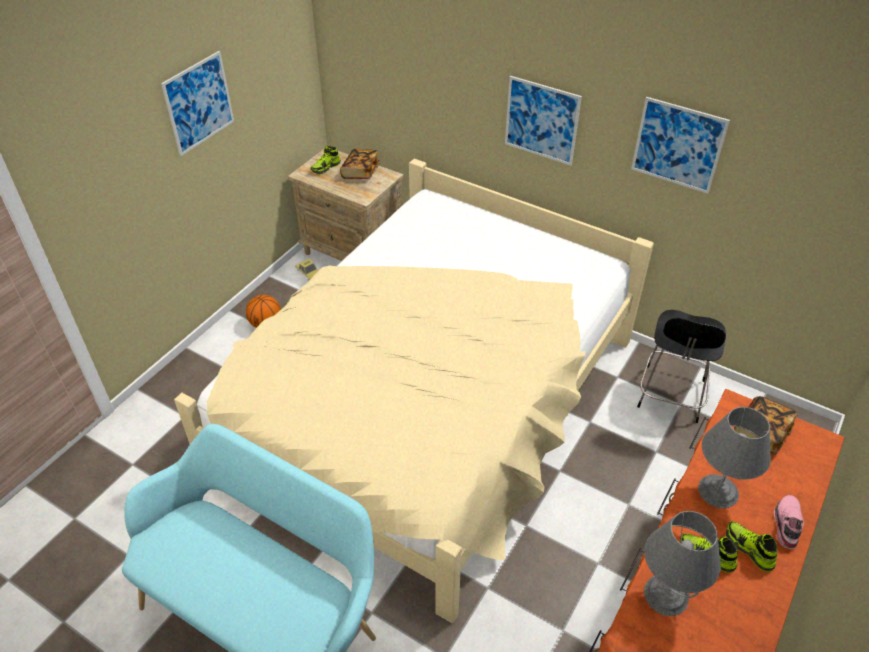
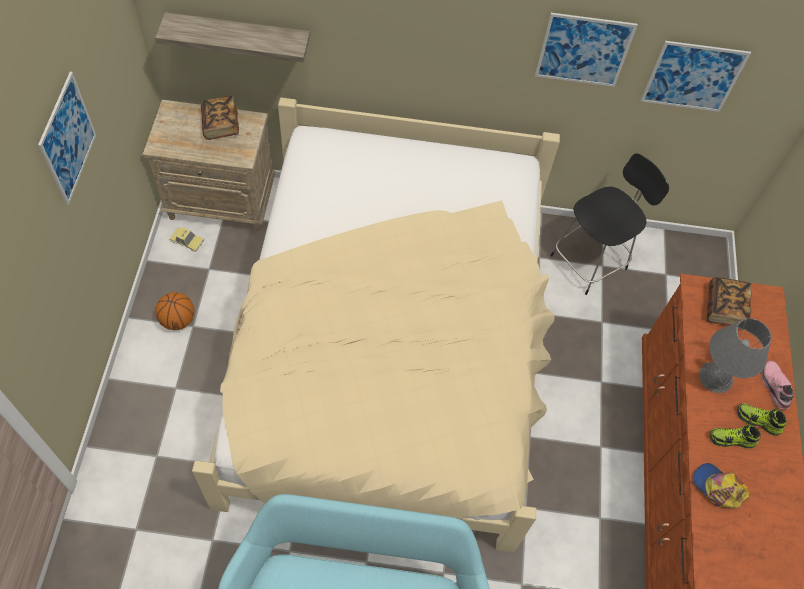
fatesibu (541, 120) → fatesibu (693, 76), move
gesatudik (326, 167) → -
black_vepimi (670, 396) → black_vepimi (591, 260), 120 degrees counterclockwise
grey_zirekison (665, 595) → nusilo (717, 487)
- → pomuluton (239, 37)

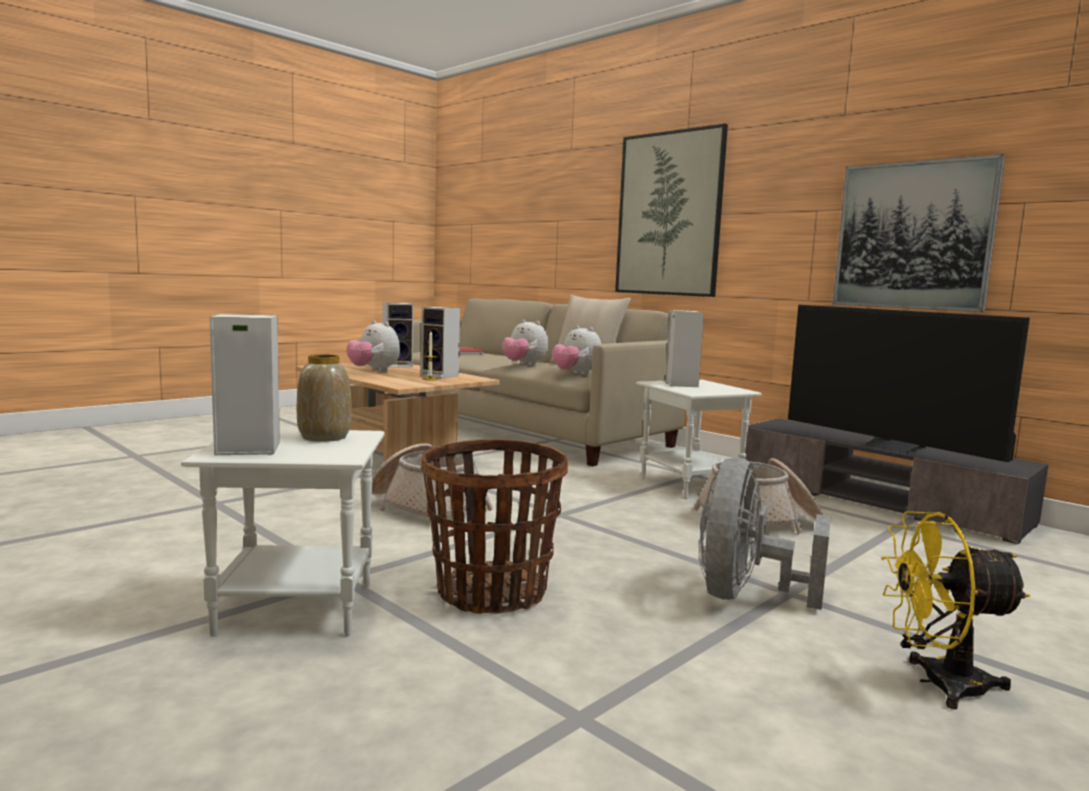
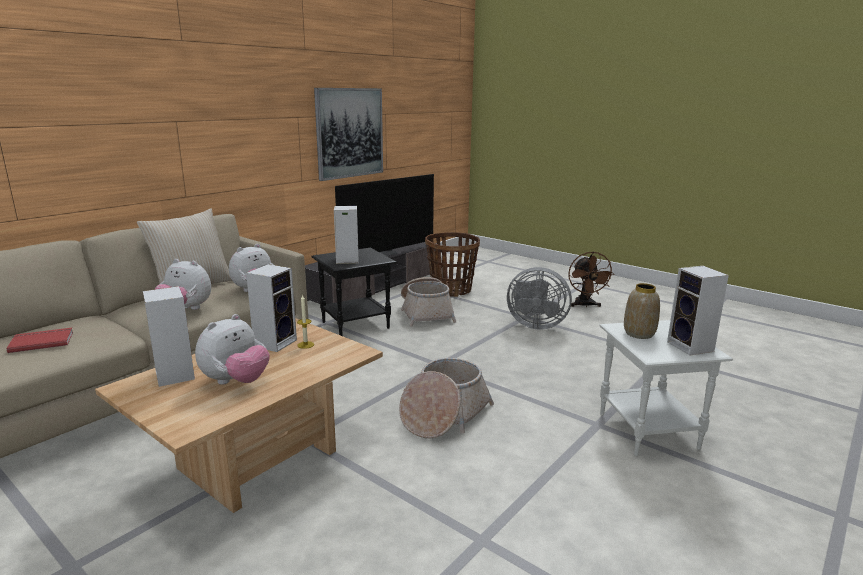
fatesibu (669, 214) → -
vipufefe (524, 365) → vipufefe (186, 310), 75 degrees clockwise
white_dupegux (690, 486) → black_dupegux (356, 325)
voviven (491, 593) → voviven (451, 290), move
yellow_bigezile (938, 683) → brown_bigezile (585, 305)

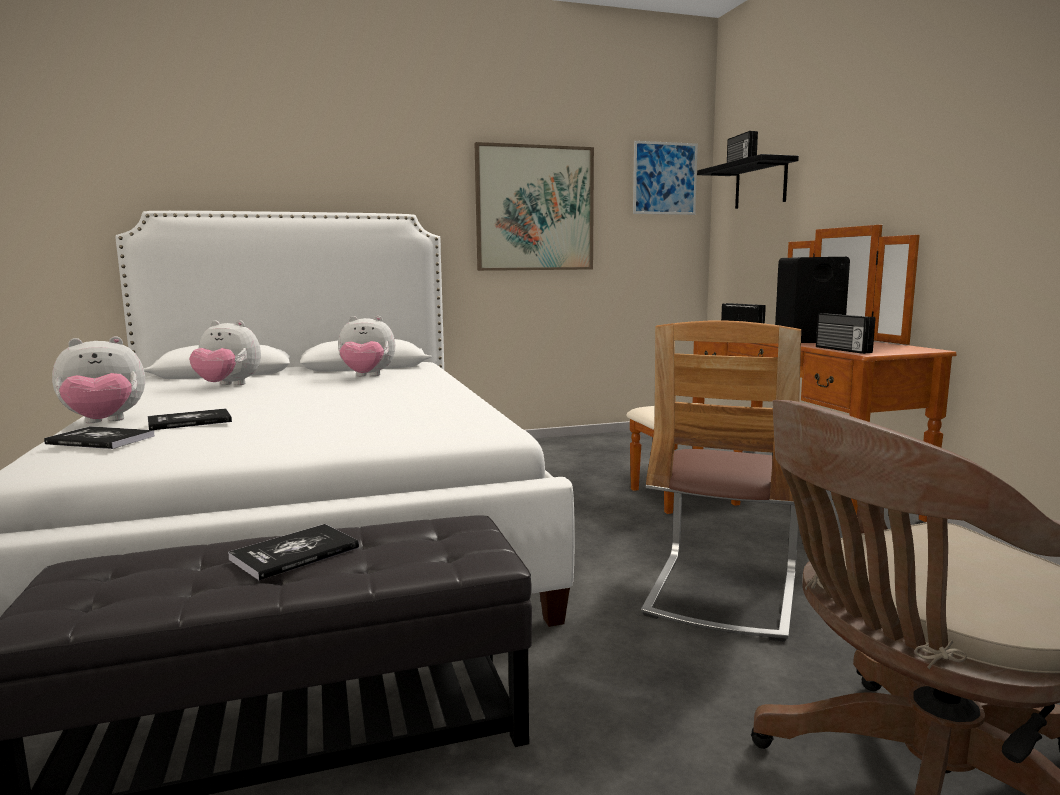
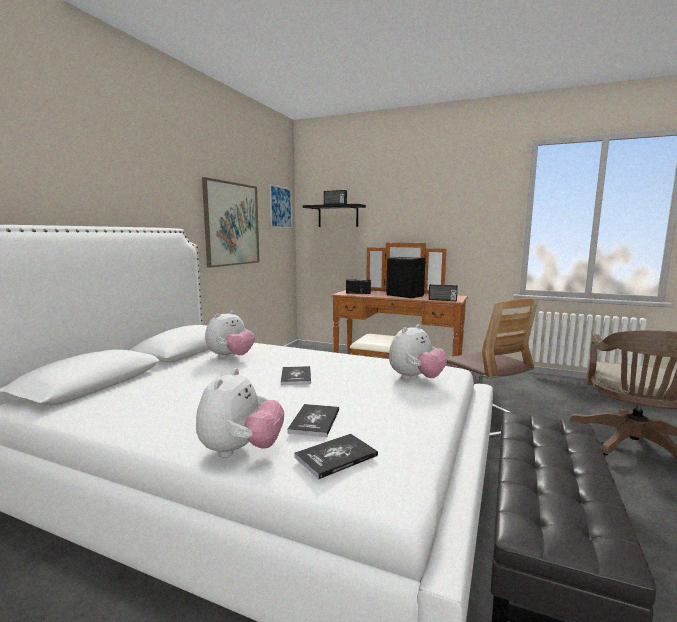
vipufefe (227, 386) → vipufefe (415, 379), move
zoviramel (295, 553) → zoviramel (296, 376), move

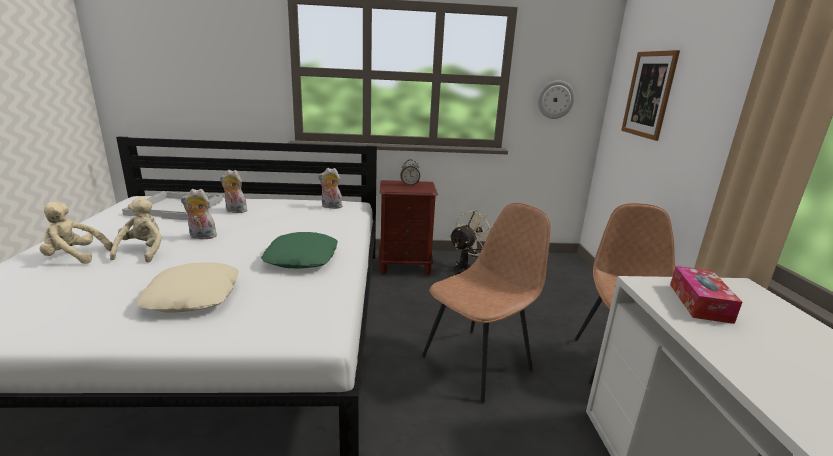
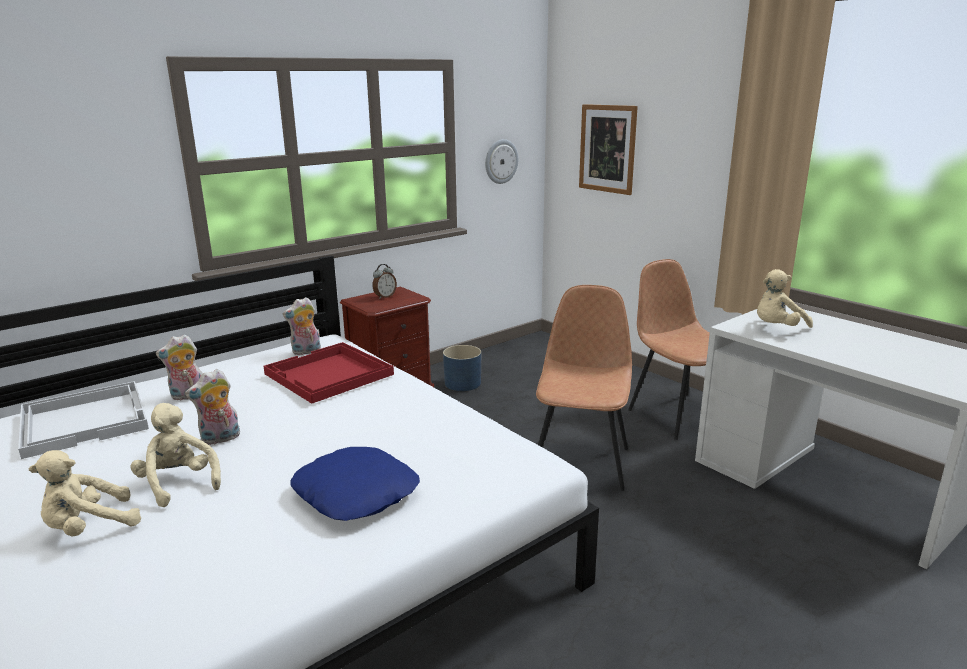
beige_bigezile (466, 269) → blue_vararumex (462, 383)
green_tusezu (302, 258) → -
beige_tusezu (194, 296) → blue_tusezu (356, 493)
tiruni (699, 302) → beige_vipufefe (777, 328)
- → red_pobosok (328, 375)

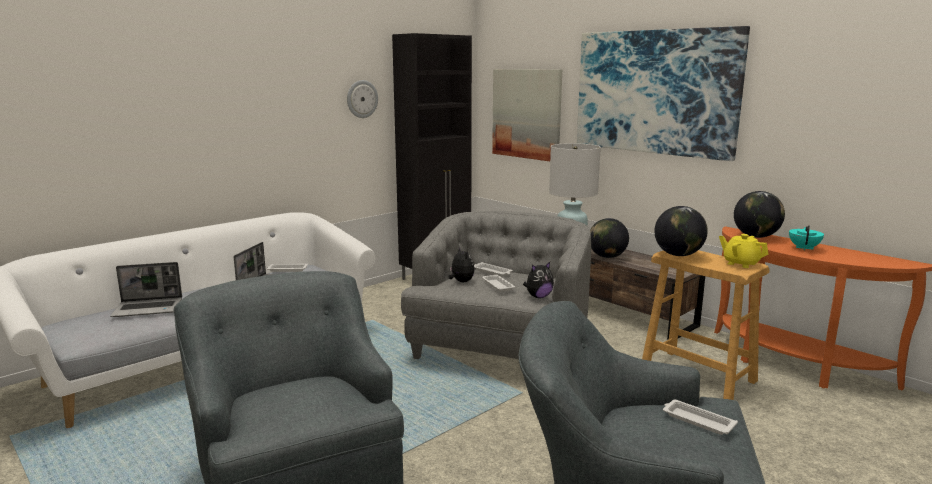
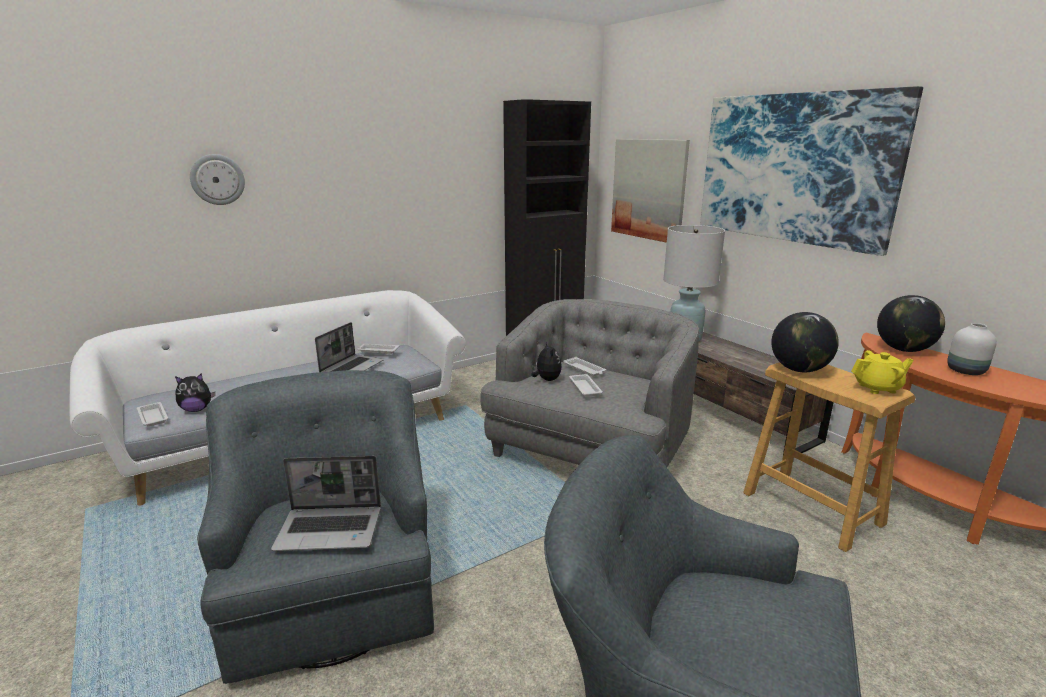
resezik (362, 99) → resezik (217, 179), move
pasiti (607, 257) → -
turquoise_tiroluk (804, 248) → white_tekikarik (966, 371)
yellow_tiroluk (741, 263) → yellow_tiroluk (877, 388), 120 degrees clockwise
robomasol (149, 308) → robomasol (331, 529), move
vipufefe (538, 296) → vipufefe (197, 409), move
white_pobosok (697, 420) → white_pobosok (153, 417), move

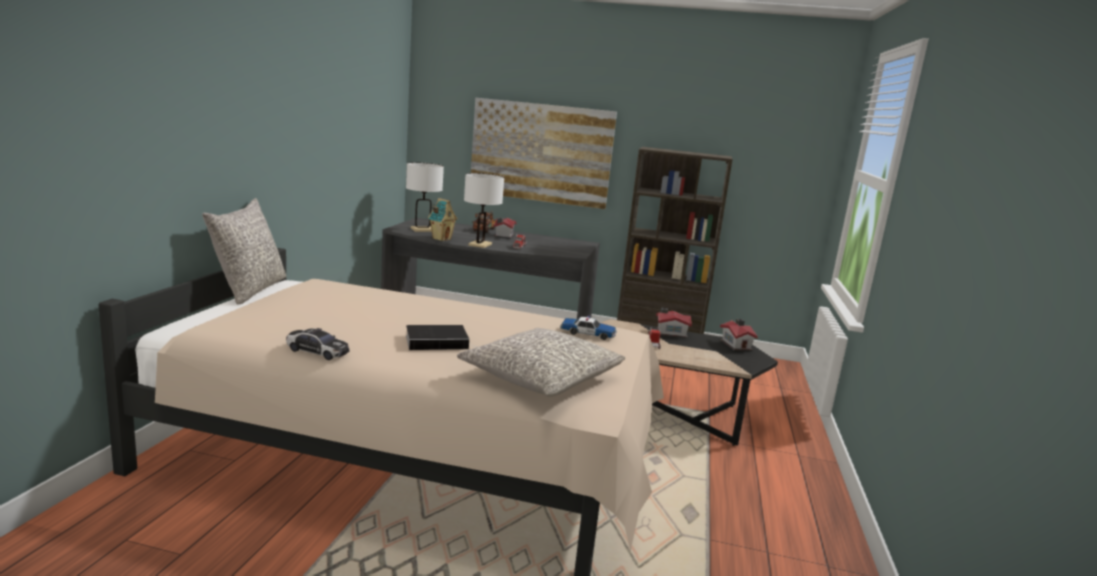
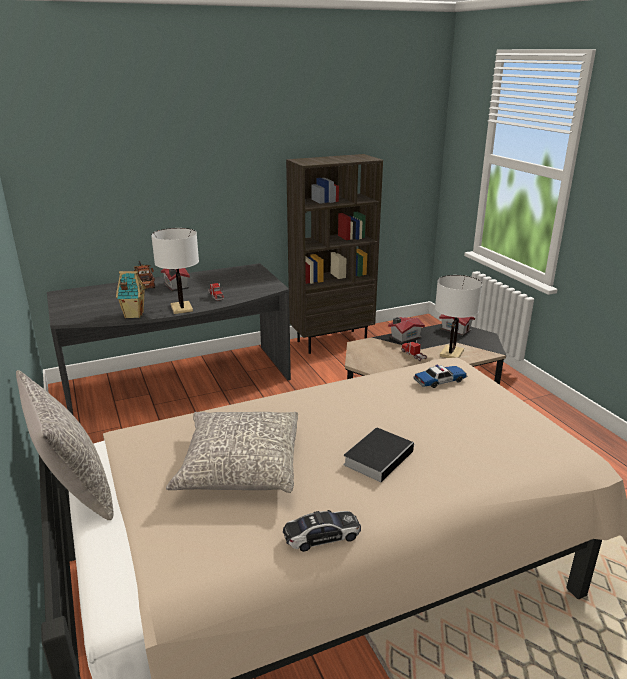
fatesibu (541, 153) → -
white_zirekison (422, 230) → white_zirekison (451, 353), move
grey_tusezu (541, 377) → grey_tusezu (240, 465), move

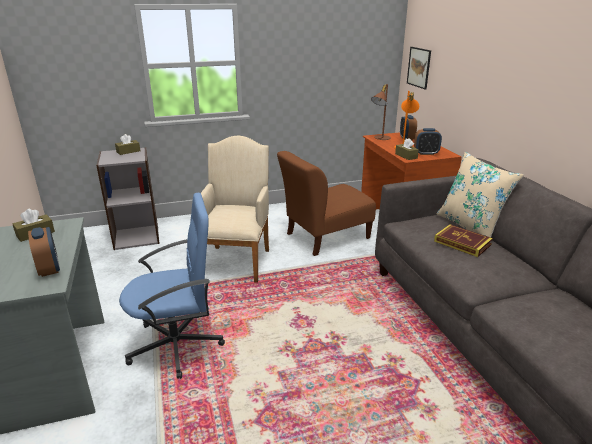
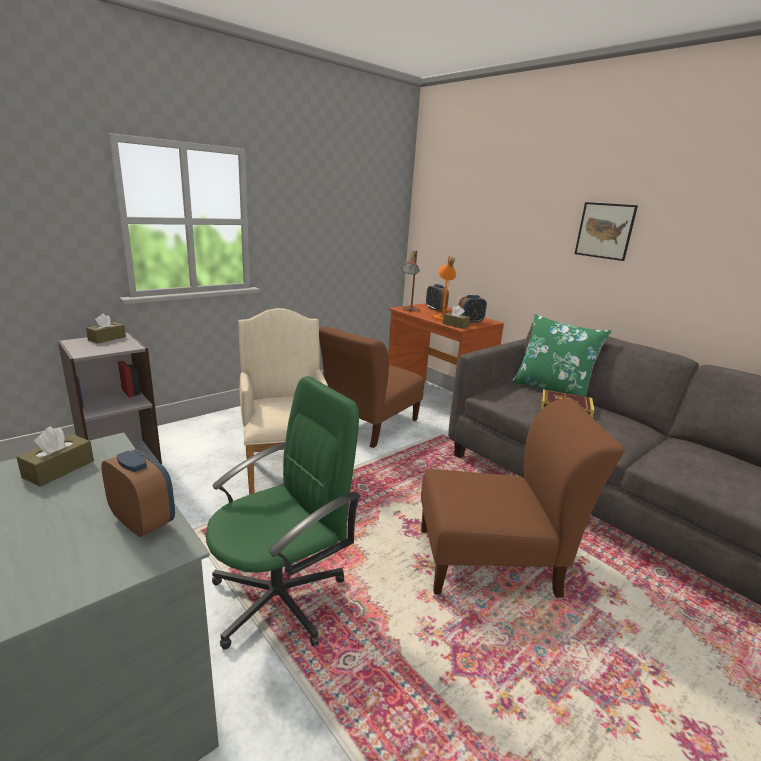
fatesibu (419, 67) → fatesibu (605, 231), move
beige_tusezu (470, 226) → green_tusezu (551, 390)
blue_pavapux (177, 344) → green_pavapux (280, 597)
- → brown_vepimi (493, 561)

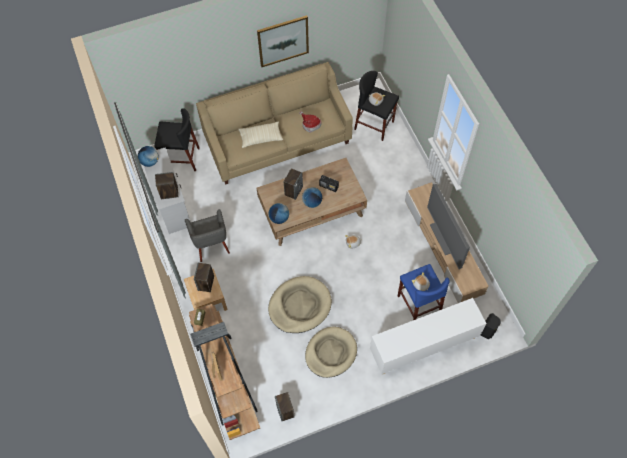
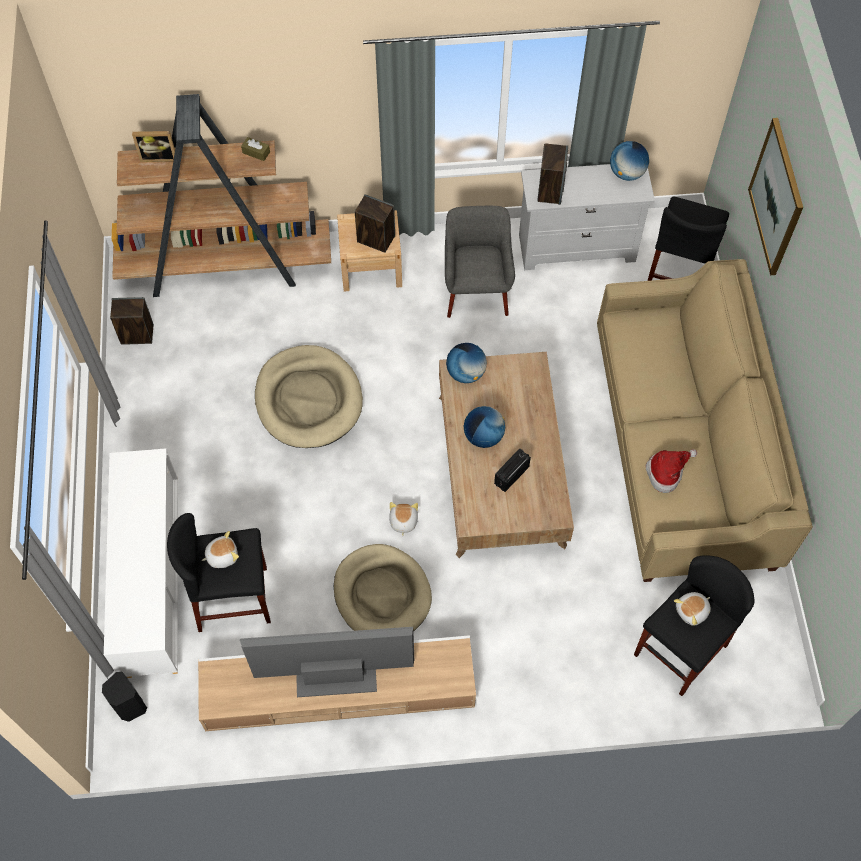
fatesibu (283, 41) → fatesibu (776, 197), move
beige_tusezu (261, 138) → -
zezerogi (293, 190) → -
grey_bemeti (211, 245) → grey_bemeti (476, 292), 90 degrees clockwise
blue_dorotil (418, 305) → black_dorotil (233, 598)
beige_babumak (330, 353) → beige_babumak (382, 594), move

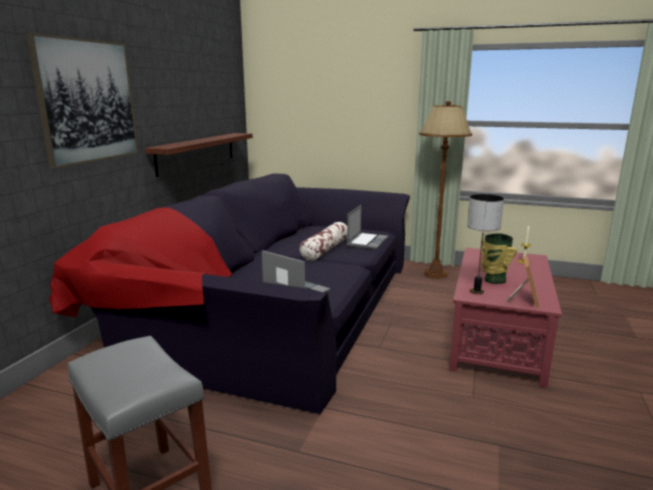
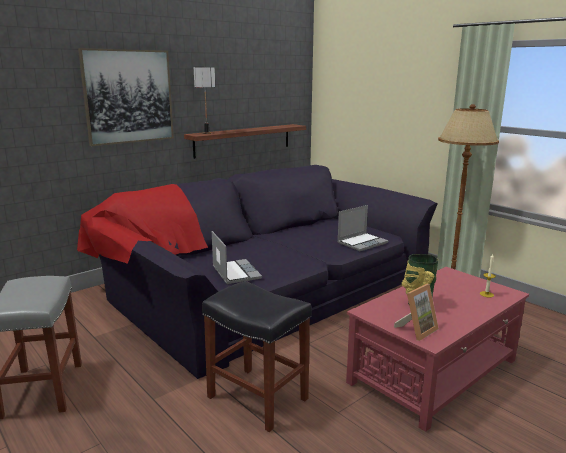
zirekison (477, 291) → zirekison (206, 133), move
tusezu (325, 249) → -
- → black_dorotil (256, 397)

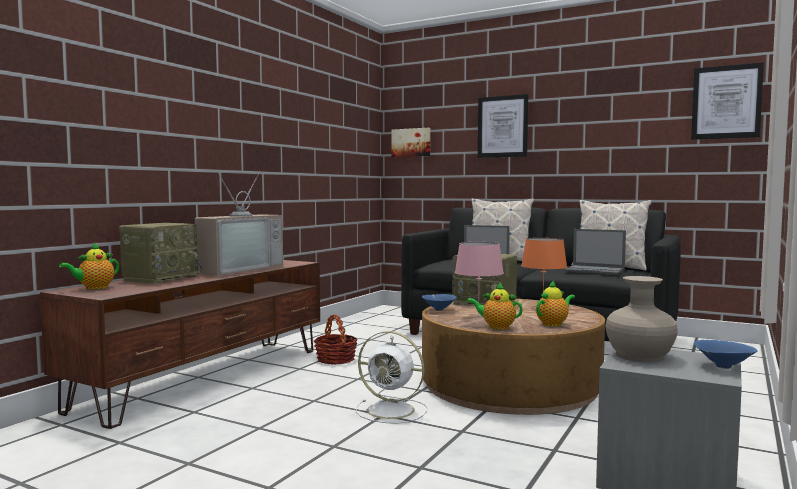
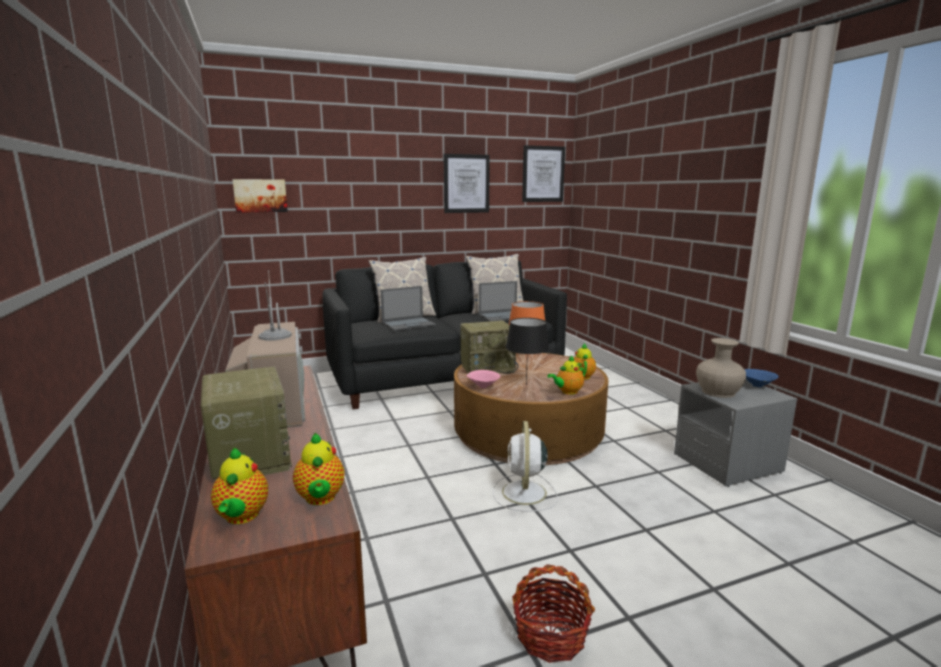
fatesibu (502, 126) → fatesibu (466, 183), move
pink_zirekison (477, 316) → black_zirekison (525, 385)
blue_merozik (439, 310) → pink_merozik (482, 387)
voviven (335, 359) → voviven (550, 635), move
white_bigezile (392, 410) → white_bigezile (524, 493), 120 degrees clockwise
- → tiroluk (320, 499)

